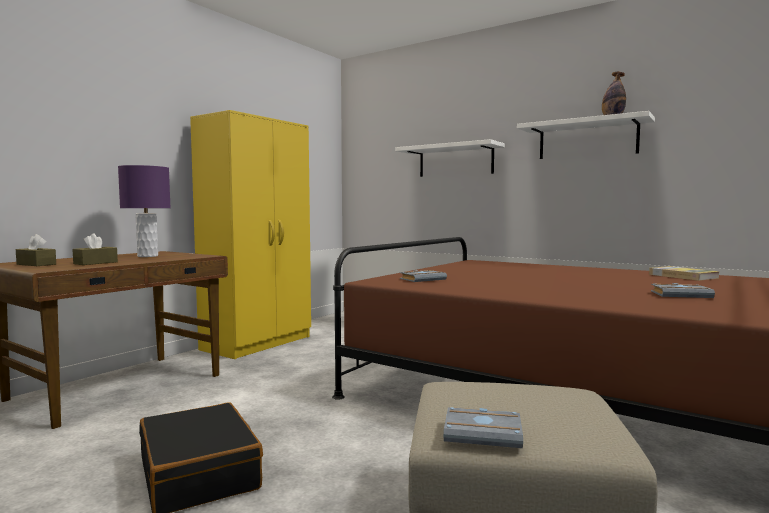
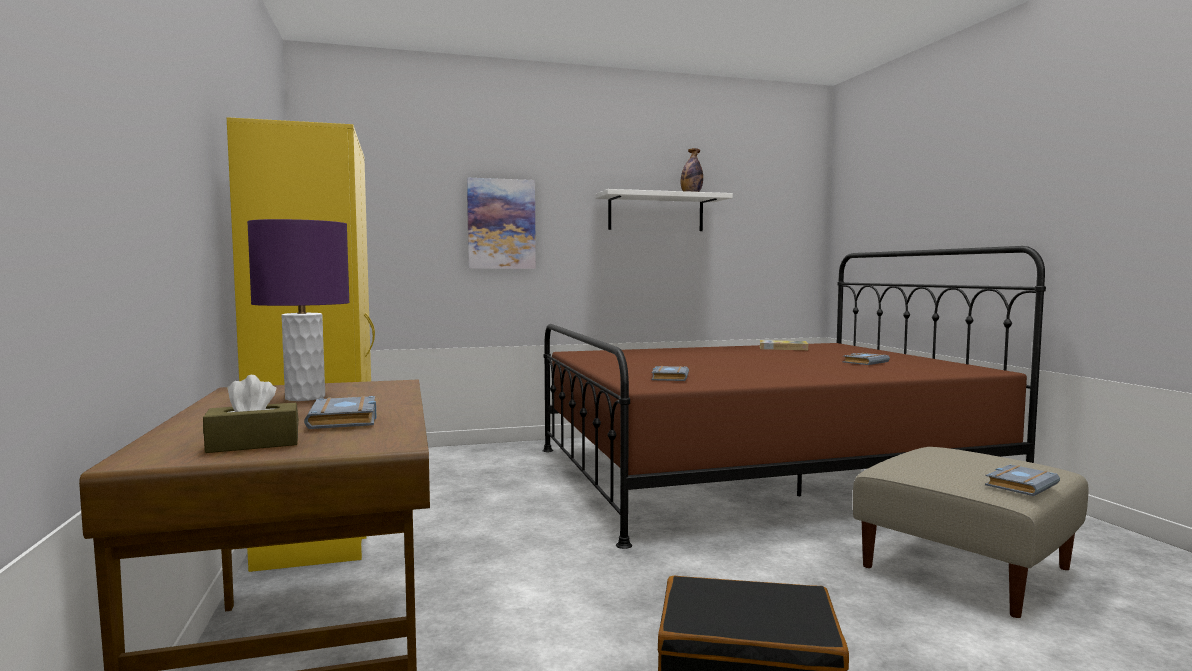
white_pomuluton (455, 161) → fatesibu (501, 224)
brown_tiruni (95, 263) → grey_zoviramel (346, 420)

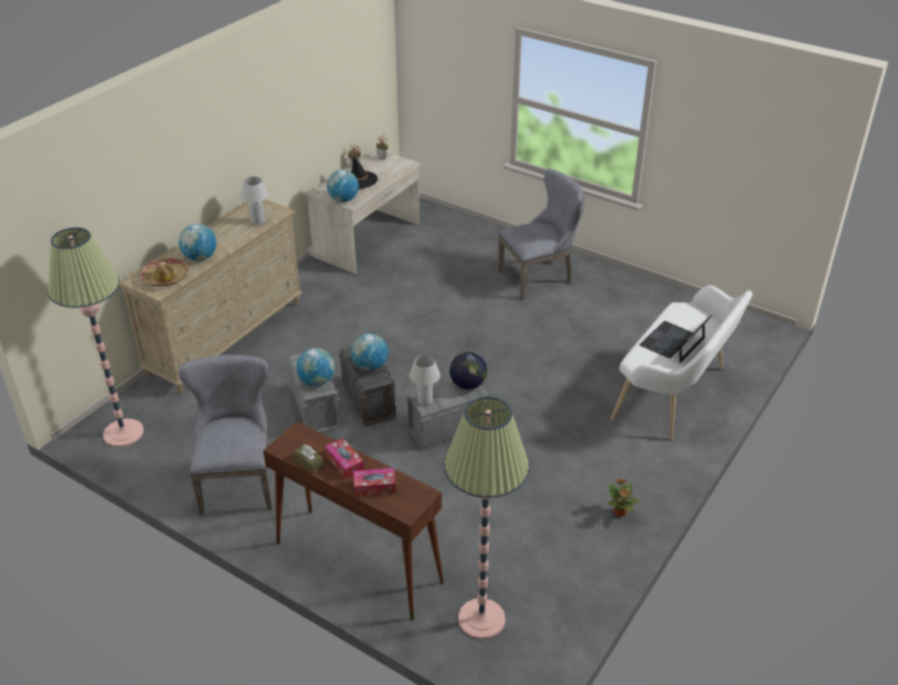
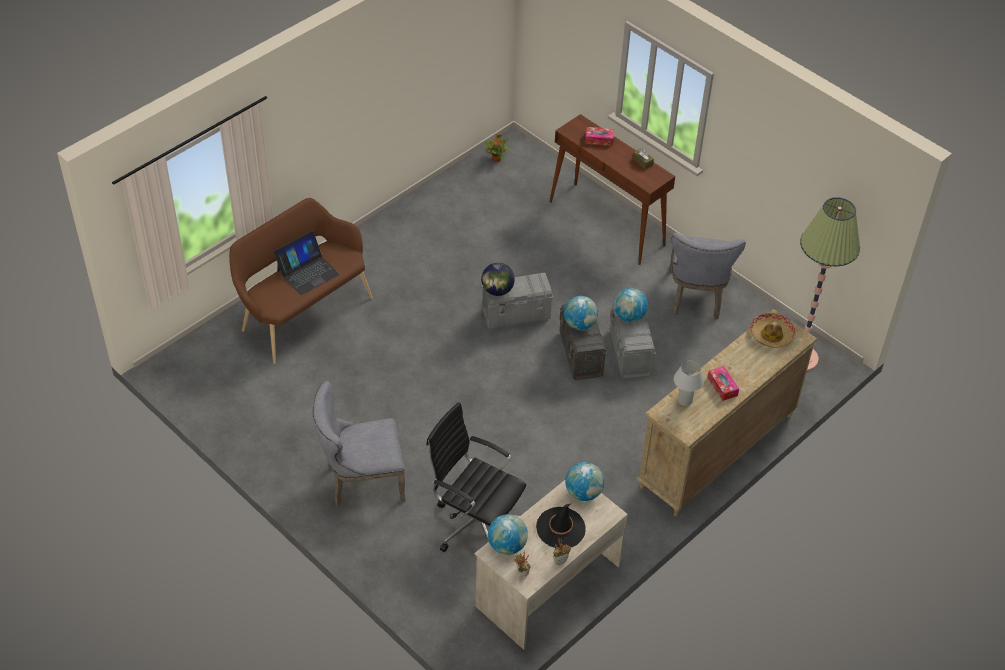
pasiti (200, 257) → pasiti (507, 545), move
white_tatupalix (675, 394) → brown_tatupalix (302, 312)
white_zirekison (425, 400) → -
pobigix (481, 619) → -
tiruni (345, 463) → tiruni (722, 386), move
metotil (619, 513) → metotil (496, 158), move
- → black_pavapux (475, 523)

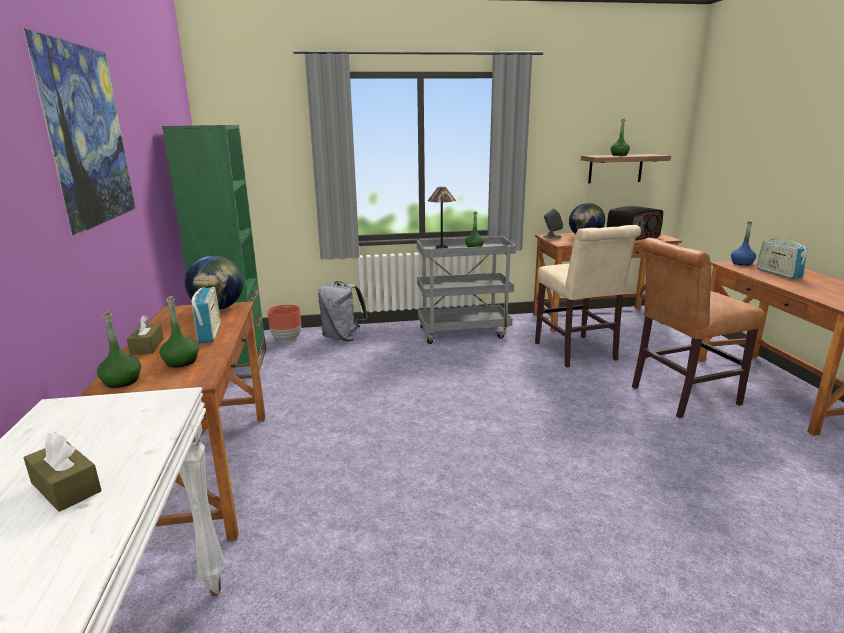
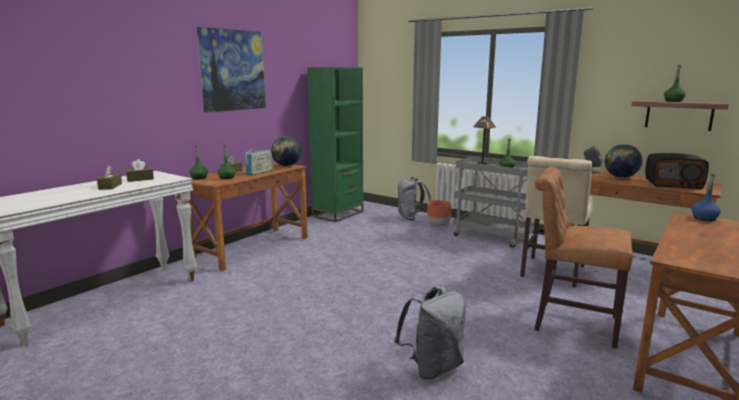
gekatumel (778, 273) → -
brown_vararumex (286, 339) → brown_vararumex (438, 226), move
- → brown_tiruni (140, 179)
- → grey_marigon (433, 367)

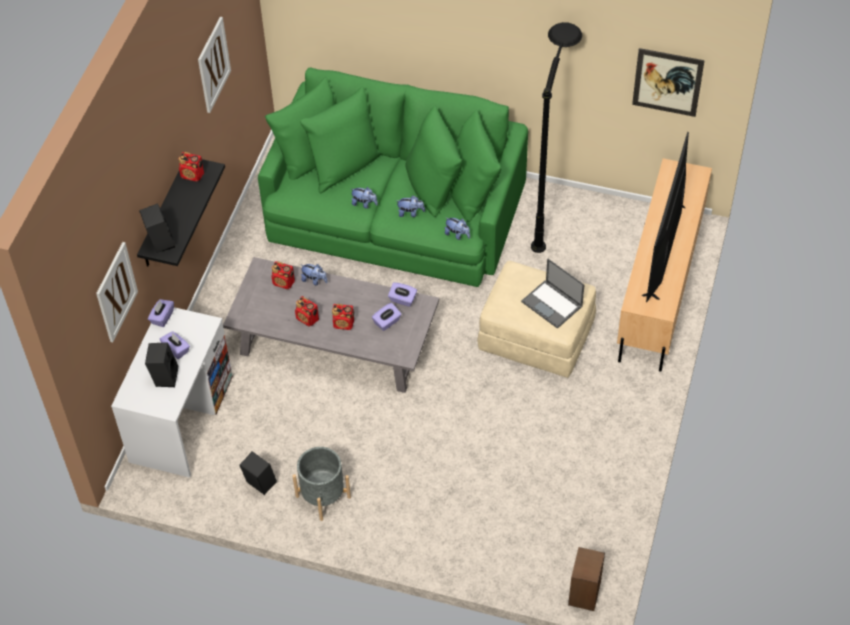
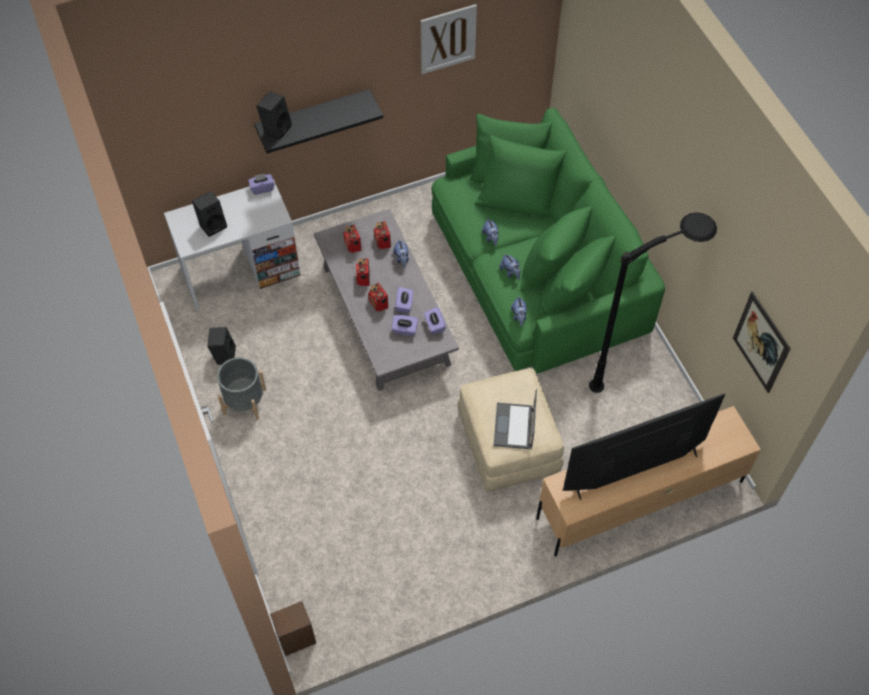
gekatumel (192, 175) → gekatumel (353, 246), move
fatesibu (116, 292) → -
purple_tiruni (176, 349) → purple_tiruni (404, 304), move

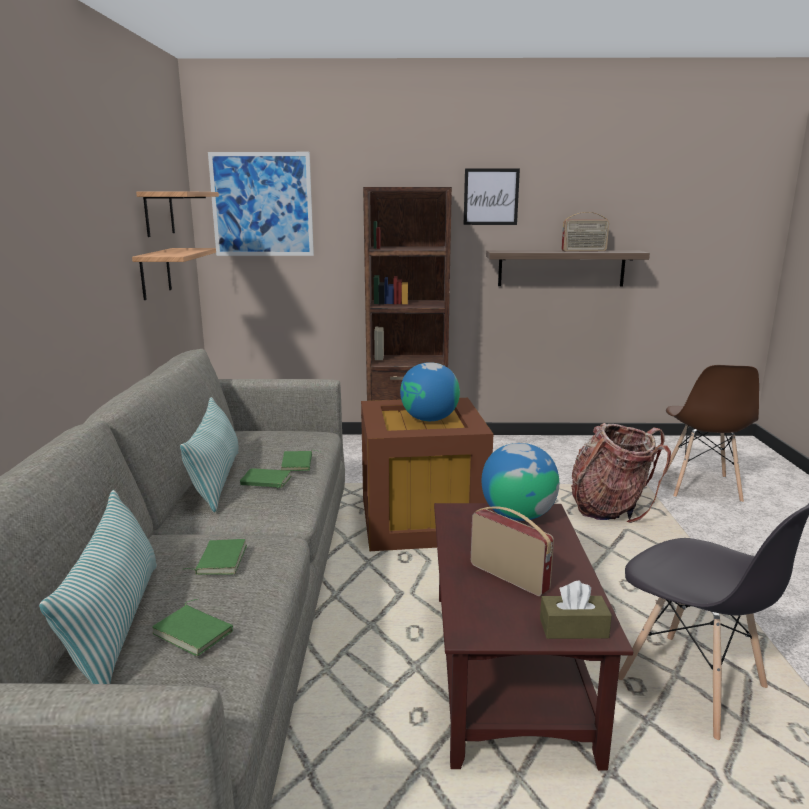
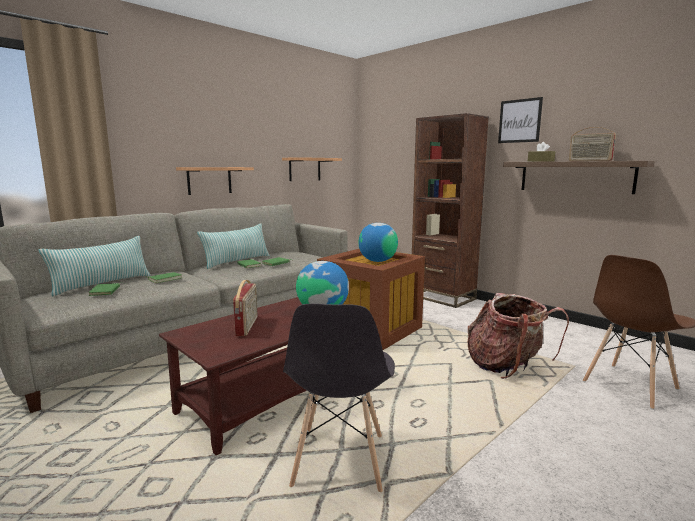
fatesibu (262, 204) → -
pomuluton (159, 213) → pomuluton (209, 180), move
brown_tiruni (573, 628) → brown_tiruni (540, 161), move

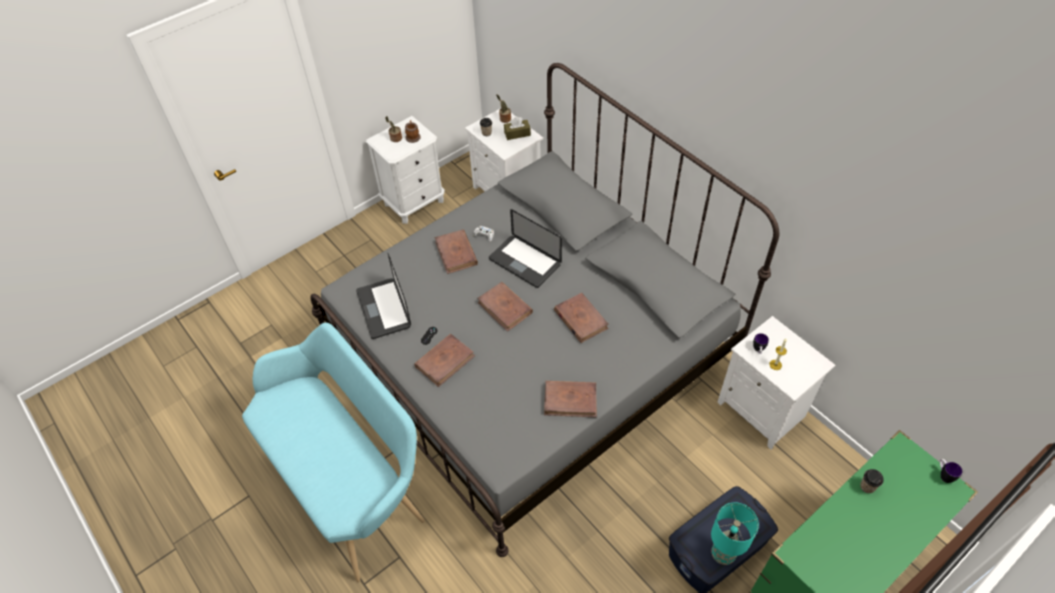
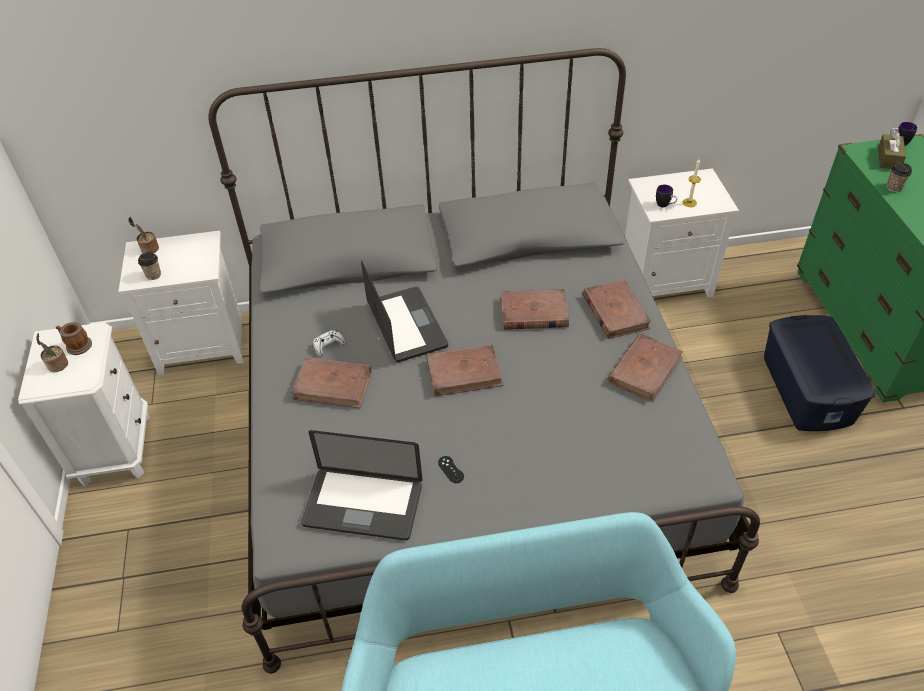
brown_tiruni (517, 134) → brown_tiruni (889, 158), move
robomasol (524, 262) → robomasol (406, 325), 90 degrees counterclockwise
brown_zoviramel (445, 361) → brown_zoviramel (615, 312), move
turquoise_zirekison (722, 554) → -

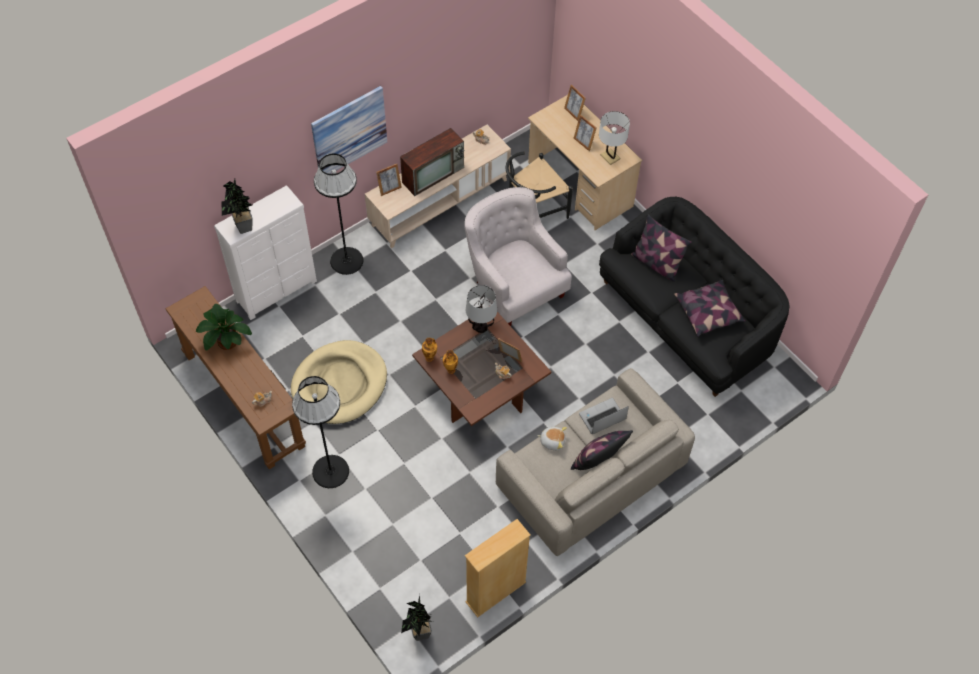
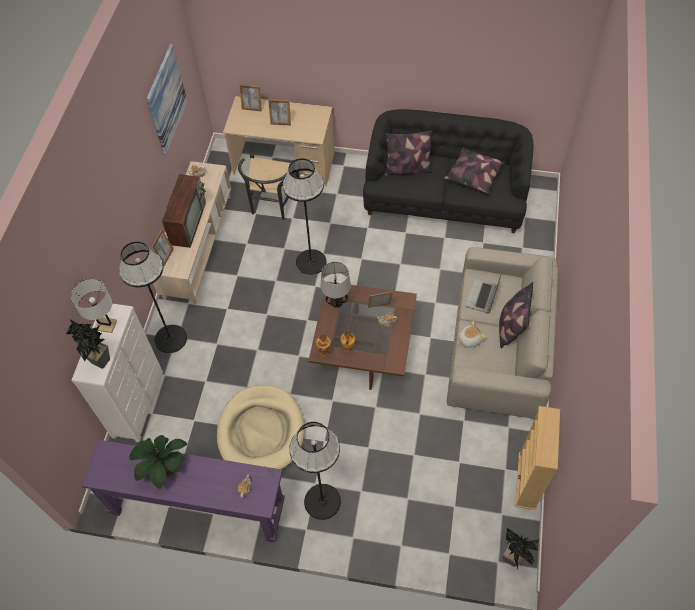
fatesibu (349, 131) → fatesibu (166, 100), move
white_zirekison (610, 157) → white_zirekison (105, 325), move
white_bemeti (514, 284) → black_pobigix (311, 262)
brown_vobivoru (244, 400) → purple_vobivoru (198, 507)

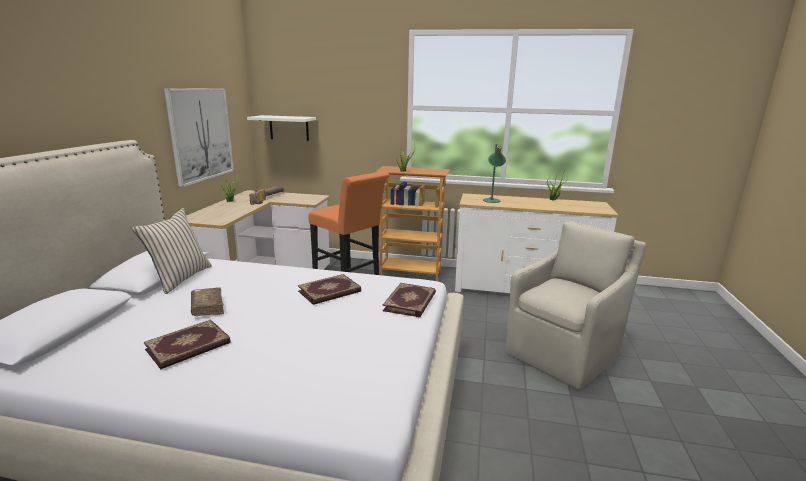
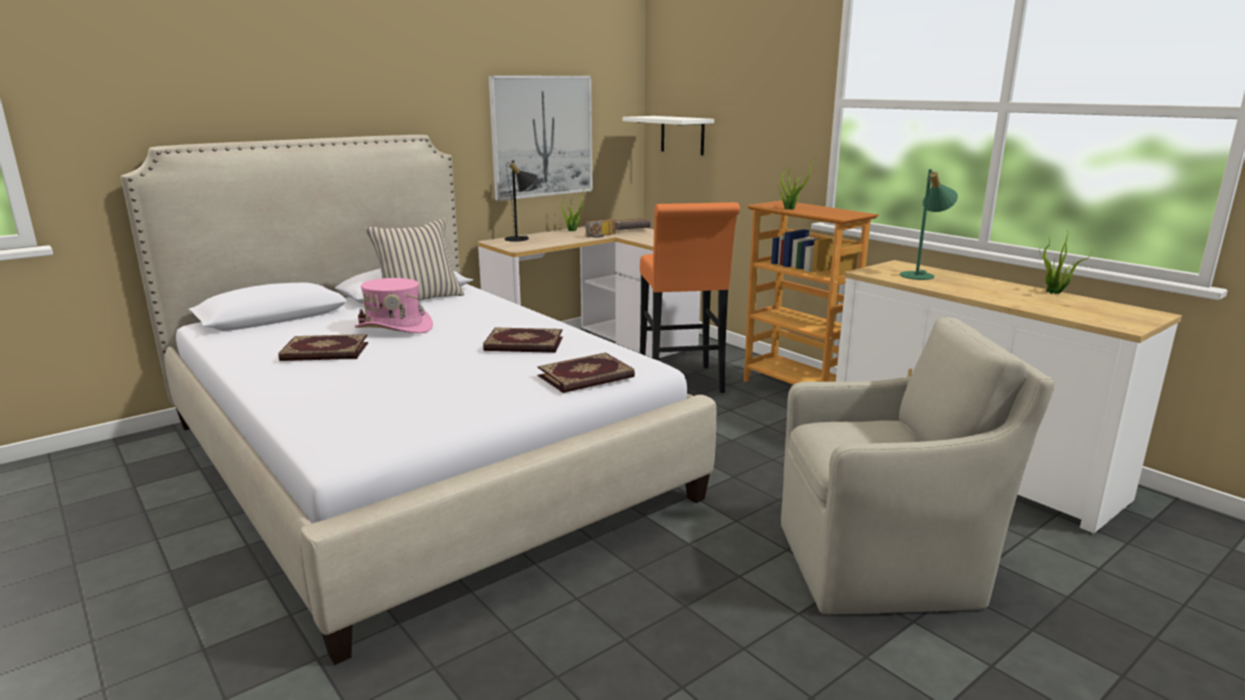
brown_zoviramel (207, 307) → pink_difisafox (394, 328)
- → black_zirekison (521, 239)

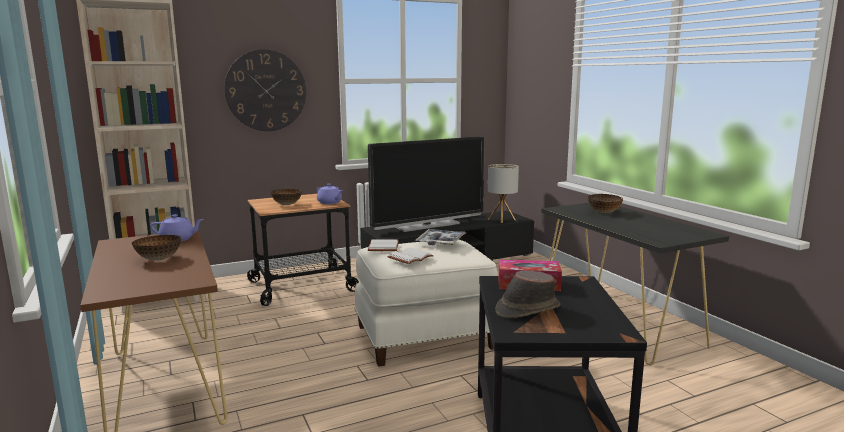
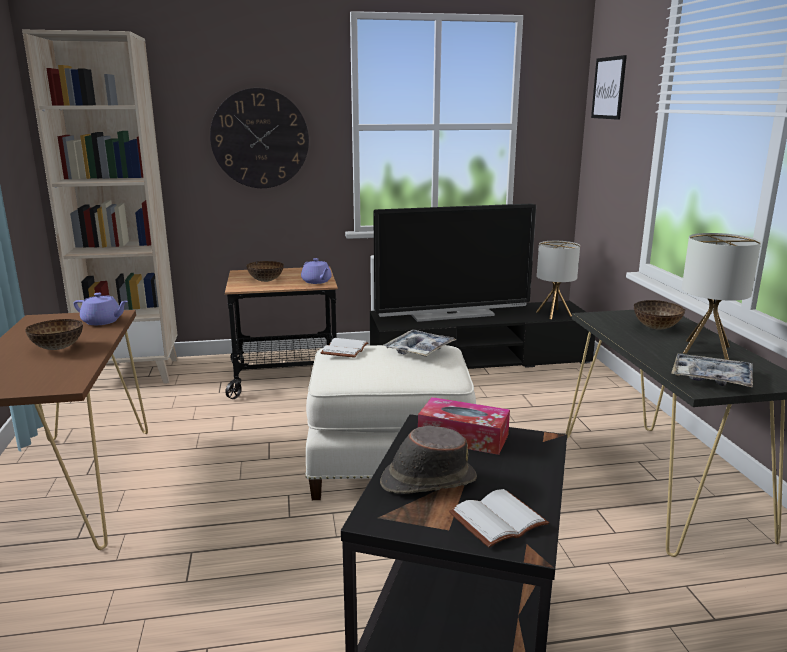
white_zoviramel (410, 257) → white_zoviramel (497, 518), move
- → fatesibu (608, 88)
- → zirekison (707, 349)
- → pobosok (711, 378)

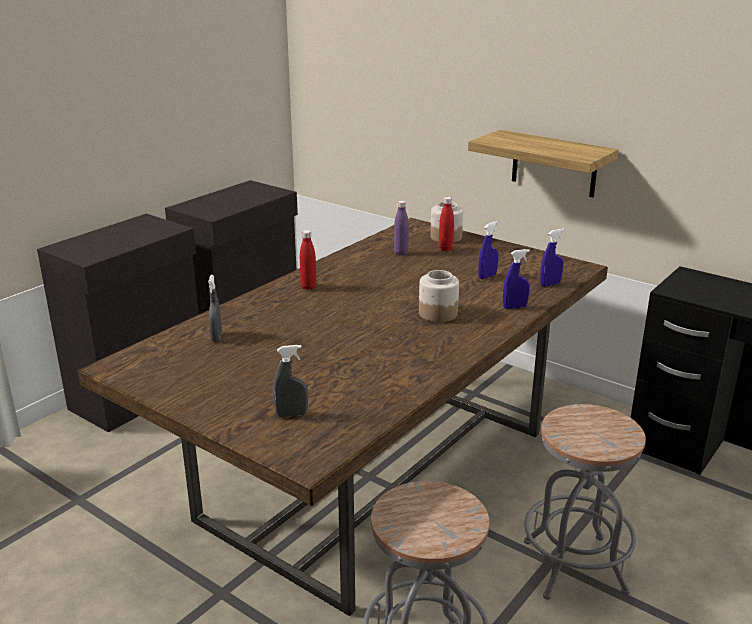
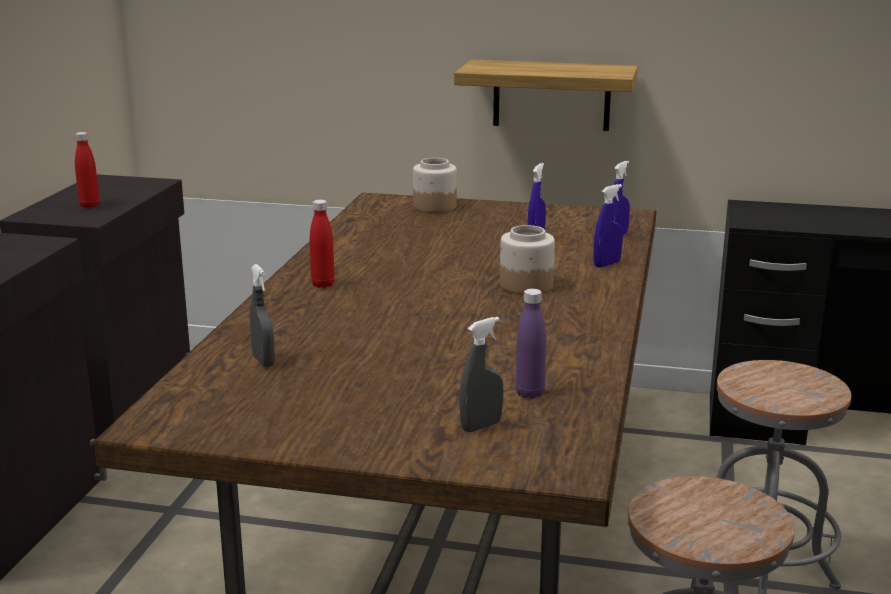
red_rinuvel (445, 249) → red_rinuvel (89, 206), move
purple_rinuvel (401, 253) → purple_rinuvel (529, 393), move

